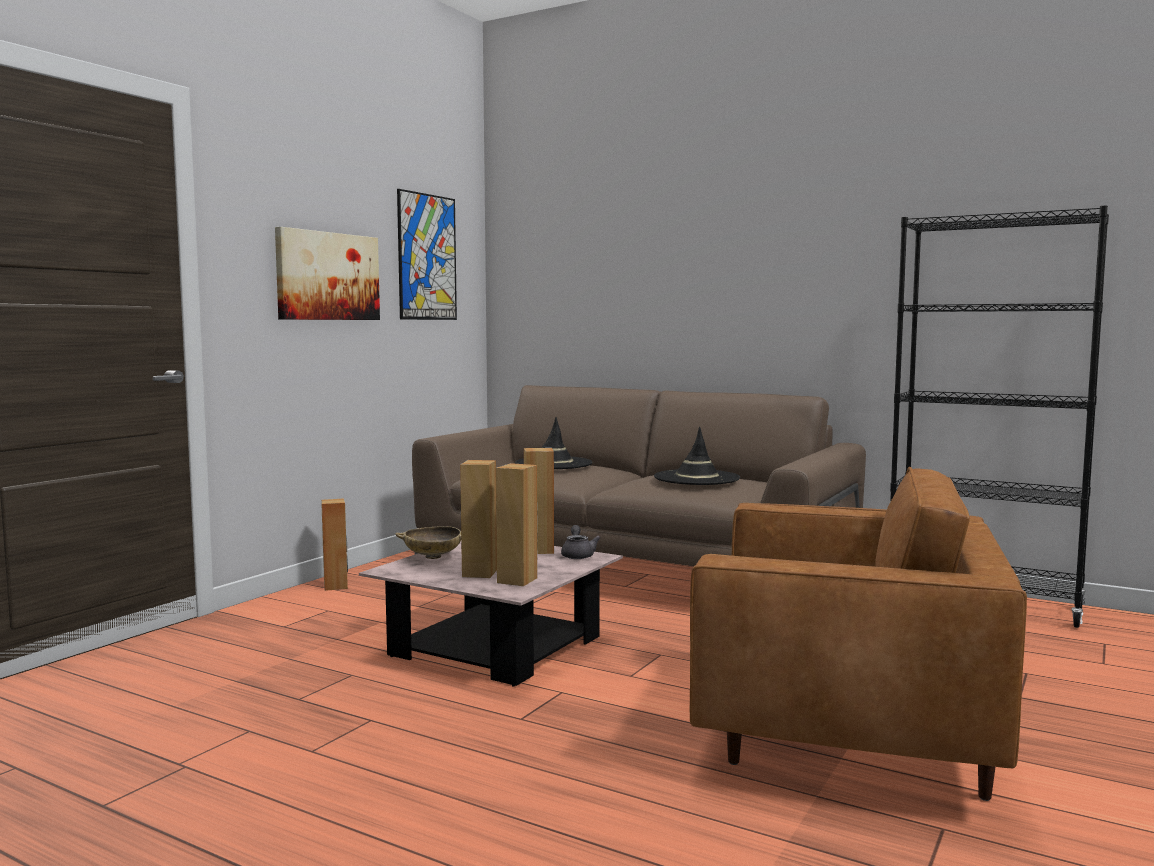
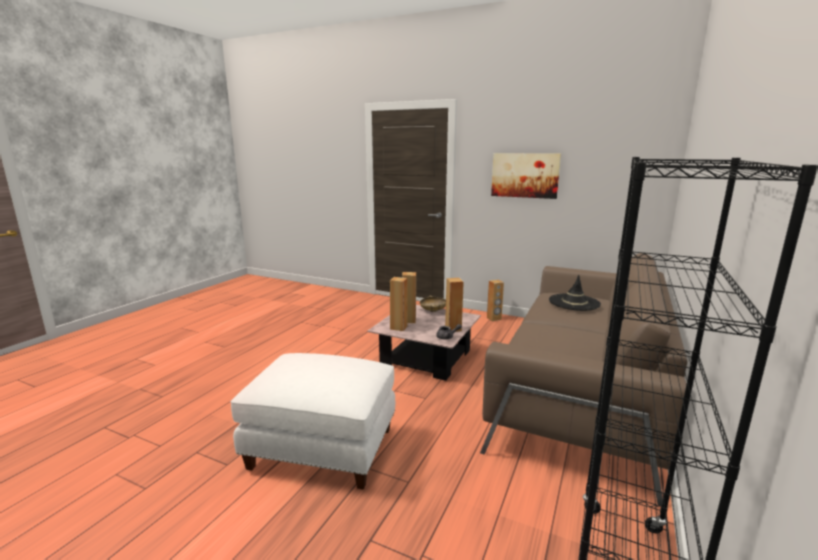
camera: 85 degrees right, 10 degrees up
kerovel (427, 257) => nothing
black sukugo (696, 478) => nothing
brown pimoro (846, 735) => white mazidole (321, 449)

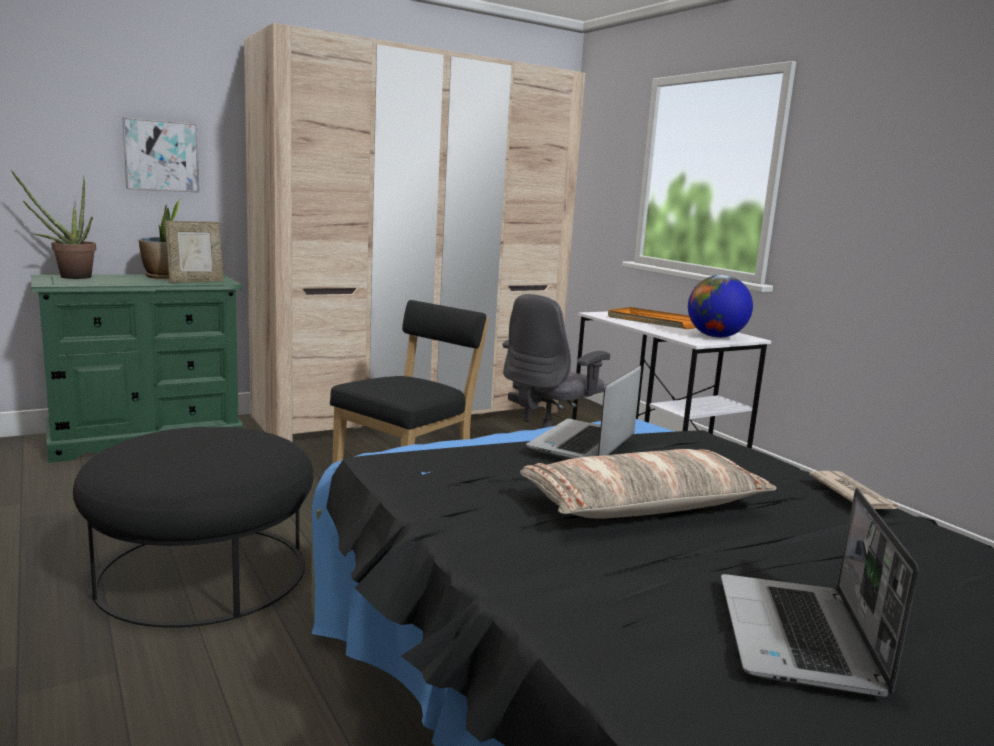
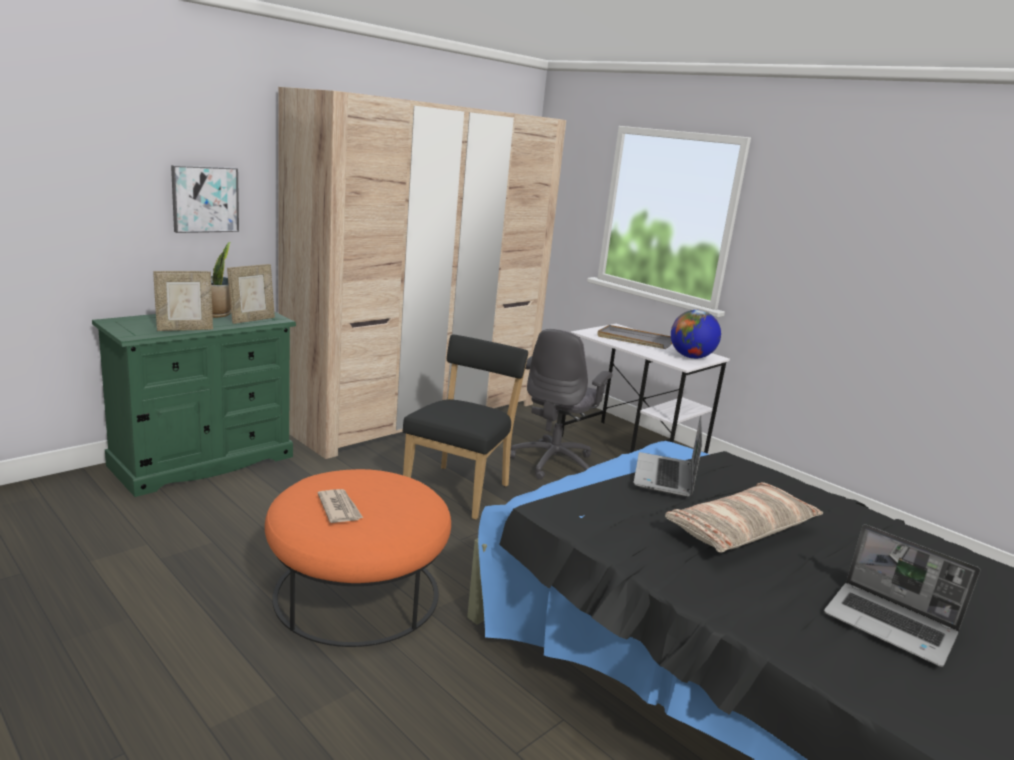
camera: 15 degrees left, 5 degrees up
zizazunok (68, 277) => nothing
nothing => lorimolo (185, 329)
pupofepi (852, 494) => pupofepi (339, 508), relocated
black mazidole (203, 571) => orange mazidole (357, 592)
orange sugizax (654, 321) => grey sugizax (634, 340)
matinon (800, 637) => matinon (891, 625), 45 degrees counterclockwise

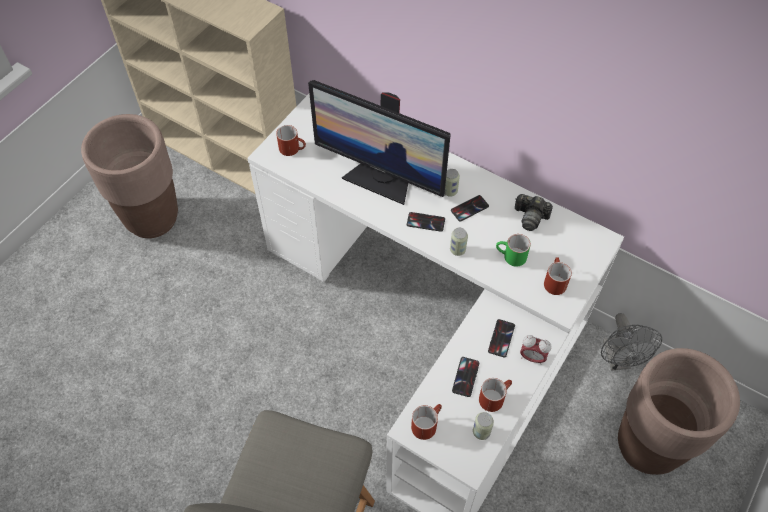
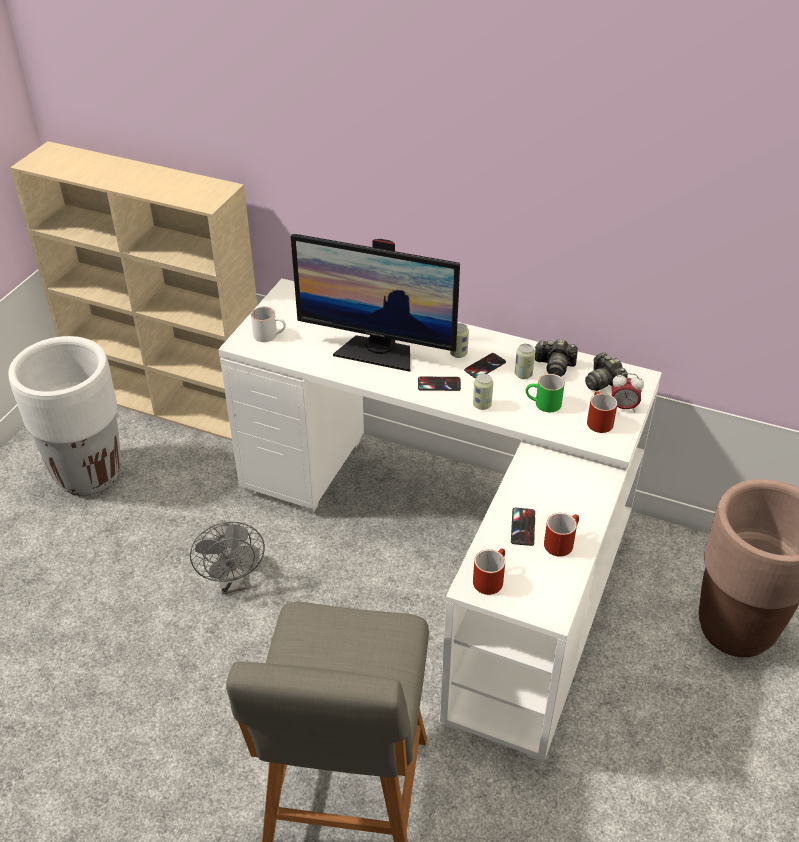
camera: 10 degrees left, 15 degrees down
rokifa (501, 338) => nothing
nothing => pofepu (603, 382)
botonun (481, 432) => botonun (523, 374), relocated
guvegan (532, 357) => guvegan (623, 407), relocated
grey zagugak (618, 360) => grey zagugak (233, 582), relocated
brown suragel (152, 219) => white suragel (88, 474)
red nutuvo (293, 149) => white nutuvo (270, 335)

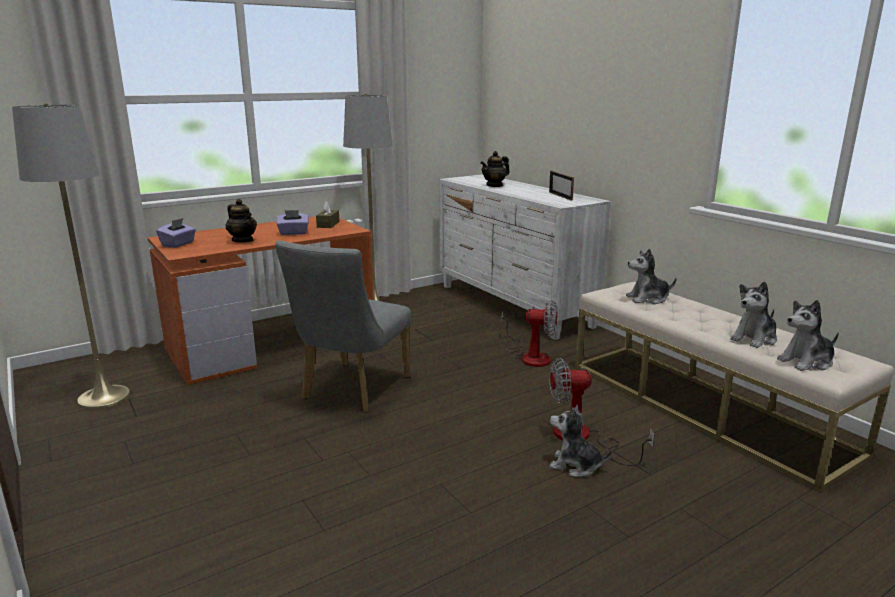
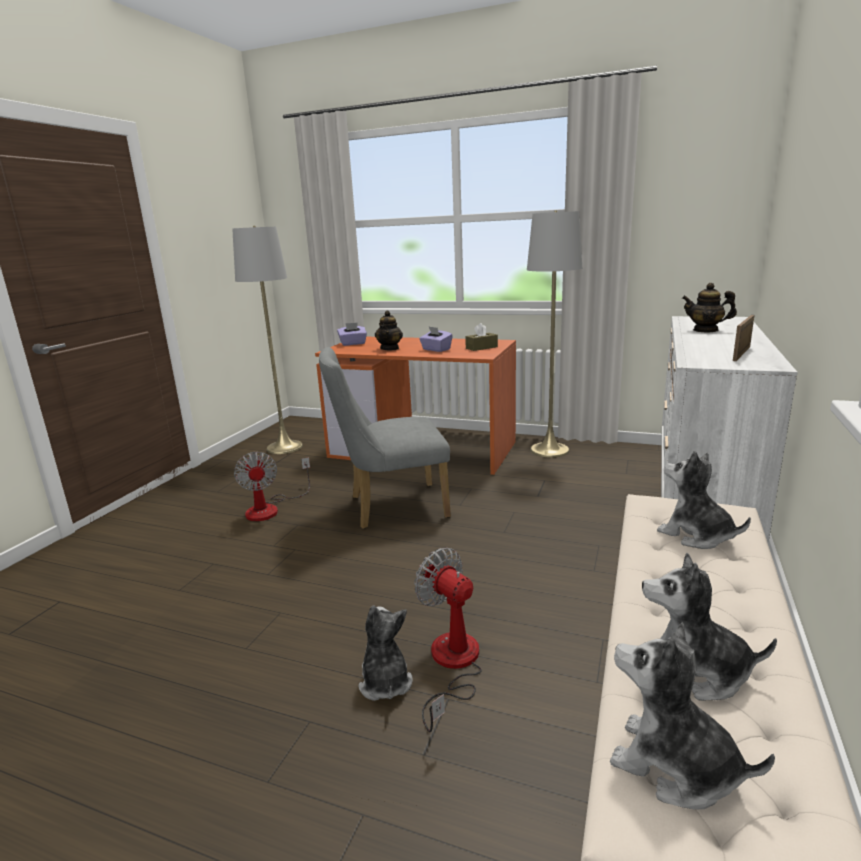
camera: 55 degrees right, 0 degrees up
zagugak (530, 356) => zagugak (270, 508), relocated

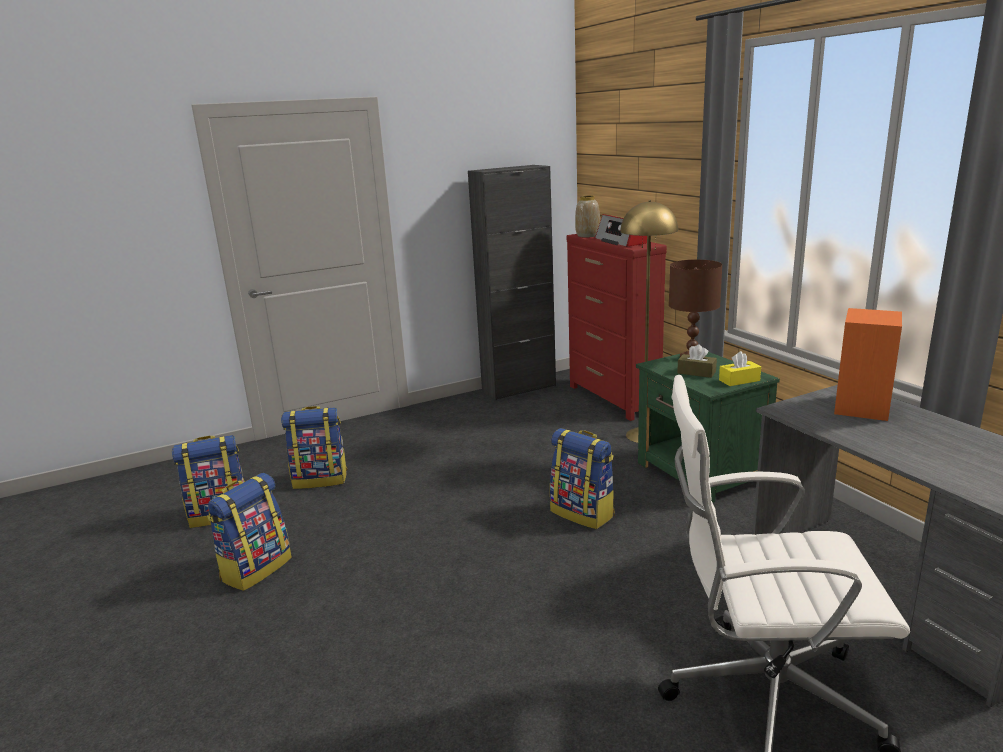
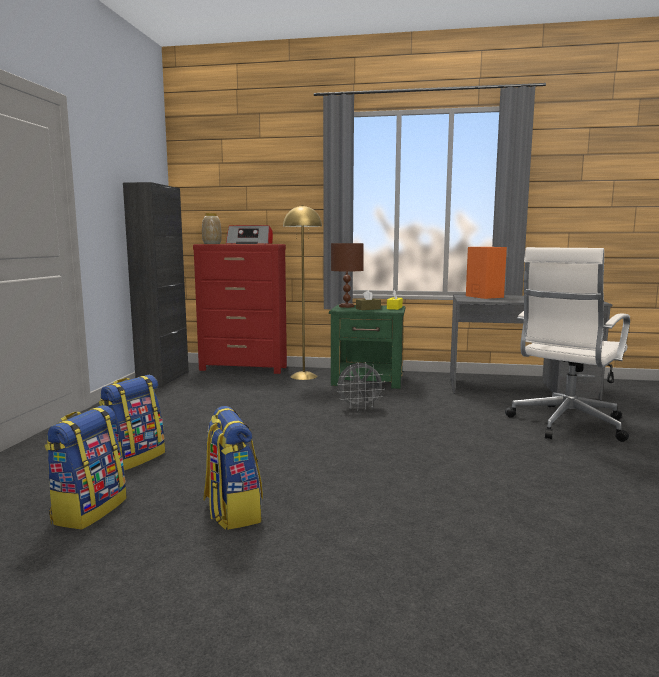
camera: 55 degrees left, 10 degrees down
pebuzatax (583, 513) => grey zagugak (359, 408)

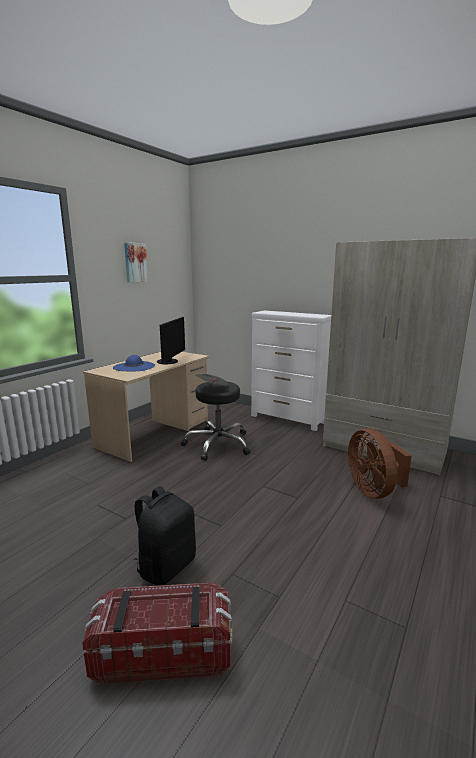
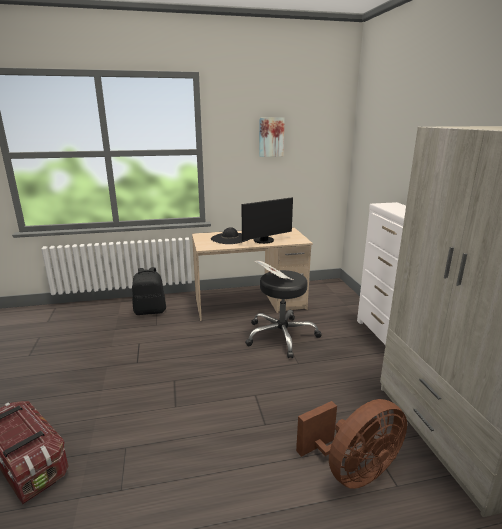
camera: 45 degrees right, 5 degrees up
black pebuzatax (166, 566) => black pebuzatax (150, 311), relocated
blue sukugo (134, 366) => black sukugo (230, 238)
brown zagugak (374, 490) => brown zagugak (352, 470), 150 degrees counterclockwise

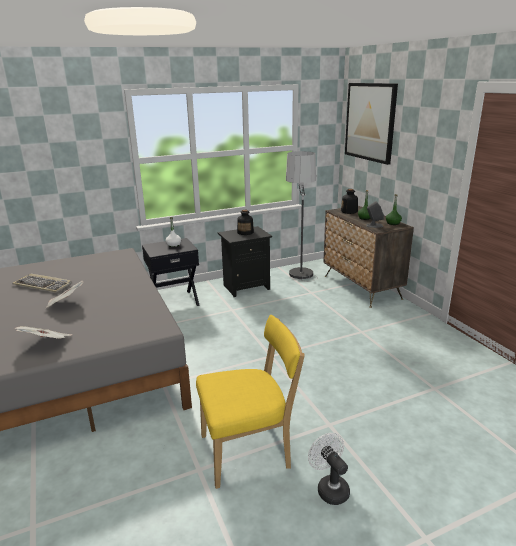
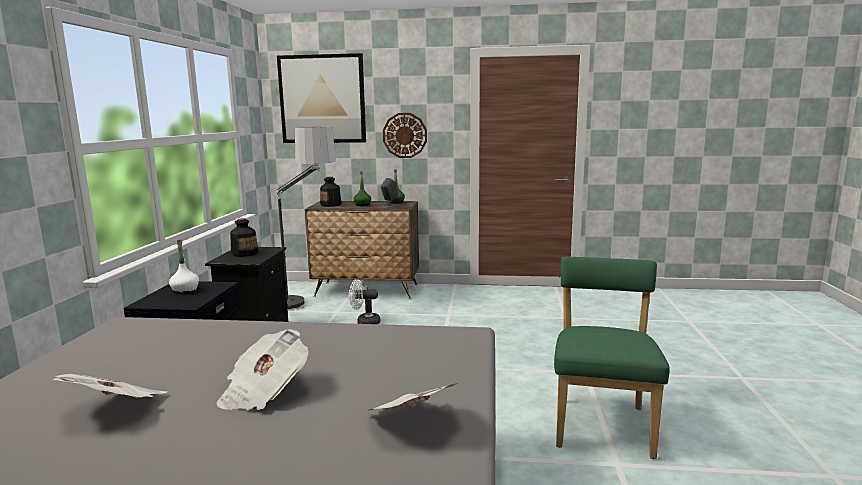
camera: 60 degrees left, 10 degrees down
nothing => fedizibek (405, 135)
white zagugak (329, 488) => white zagugak (364, 322), relocated
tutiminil (43, 285) => pupofepi (117, 408)
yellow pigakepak (249, 451) => green pigakepak (602, 423)

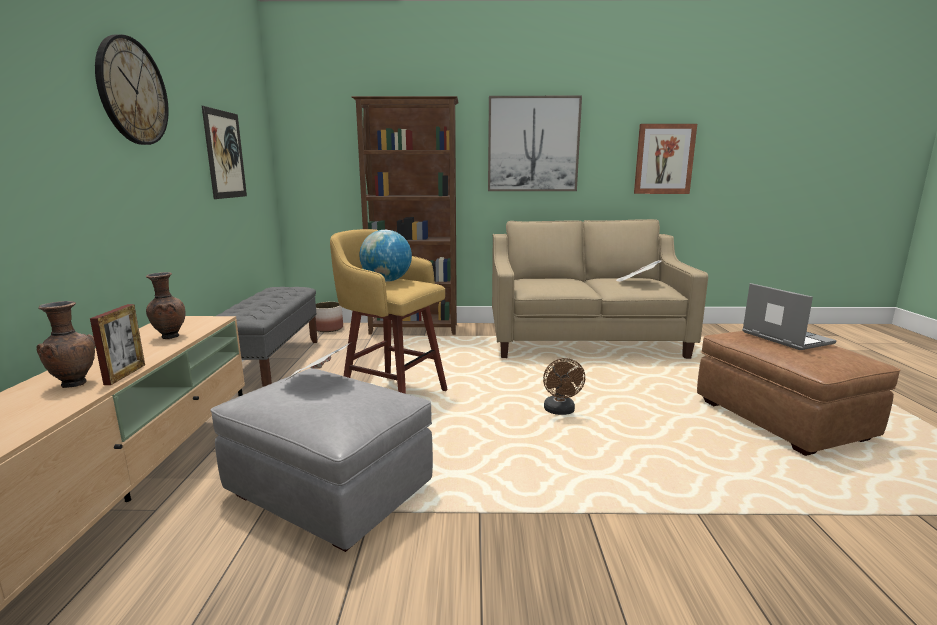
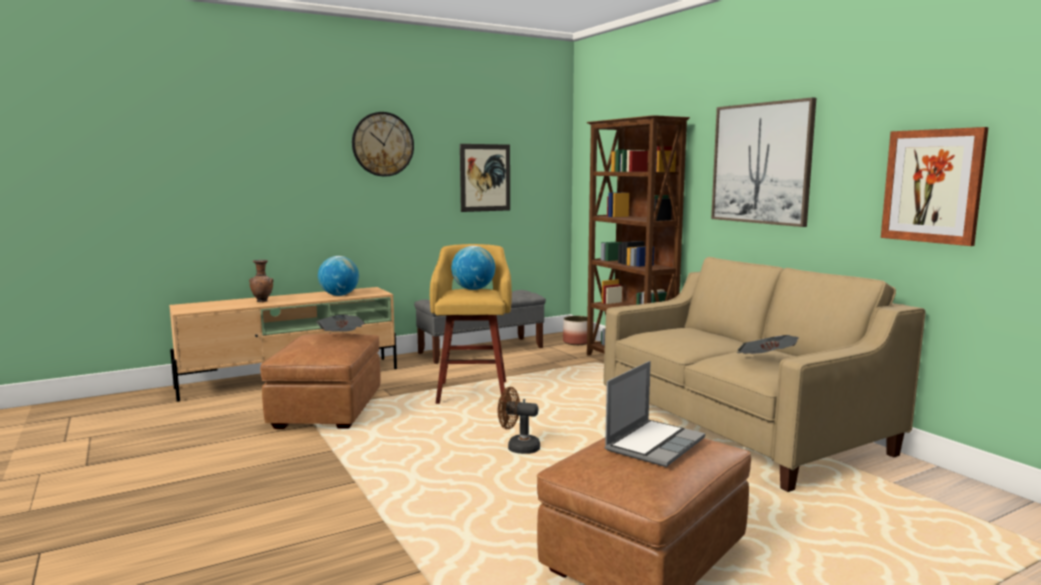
camera: 60 degrees right, 5 degrees down
lorimolo (125, 374) => nothing
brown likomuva (169, 337) => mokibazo (339, 295)
grey mazidole (330, 492) => brown mazidole (327, 410)
brown zagugak (560, 411) => brown zagugak (518, 448), 45 degrees clockwise

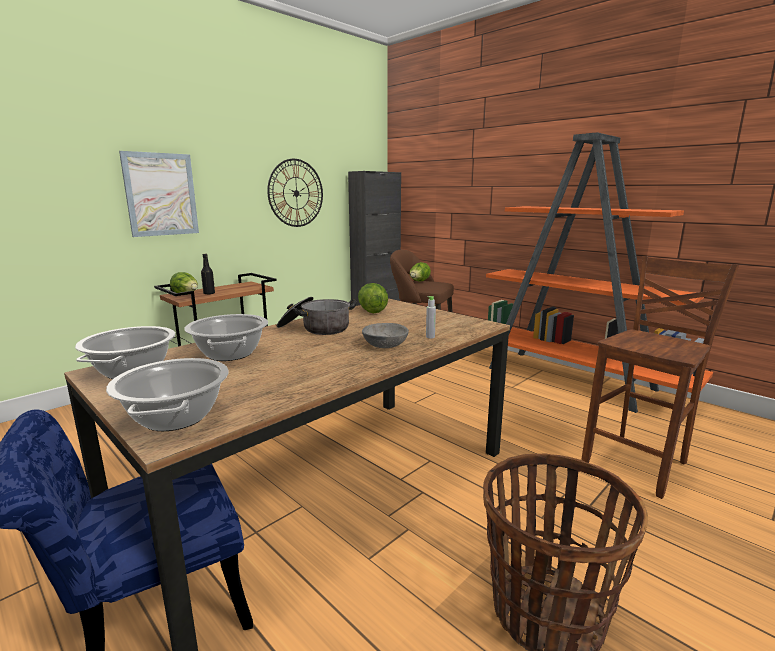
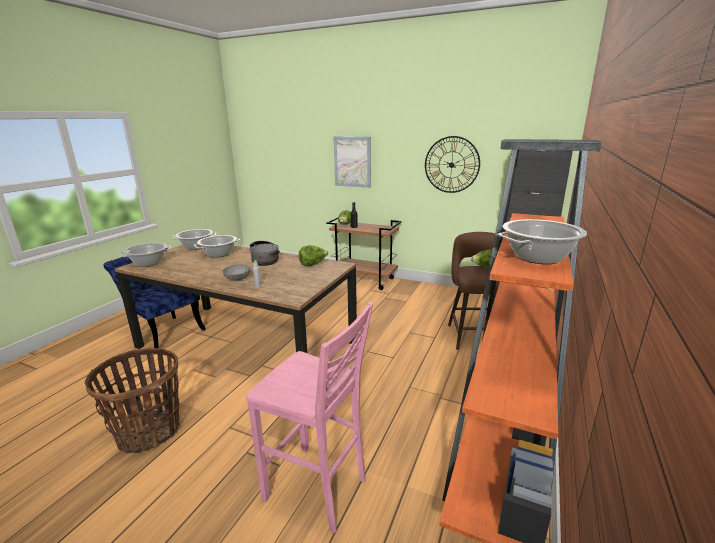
camera: 70 degrees right, 5 degrees up
nothing => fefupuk (538, 257)
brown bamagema (638, 464) => pink bamagema (318, 489)

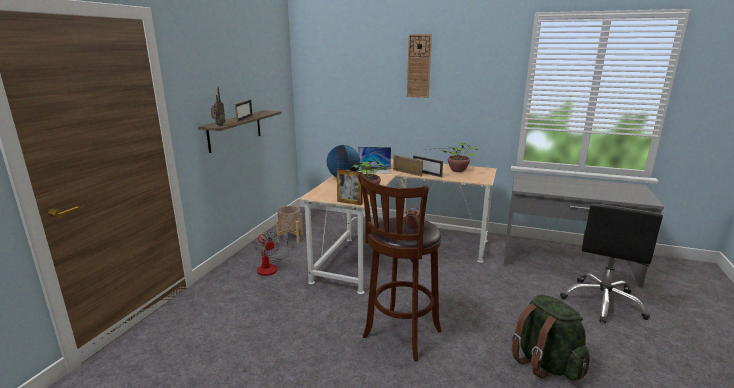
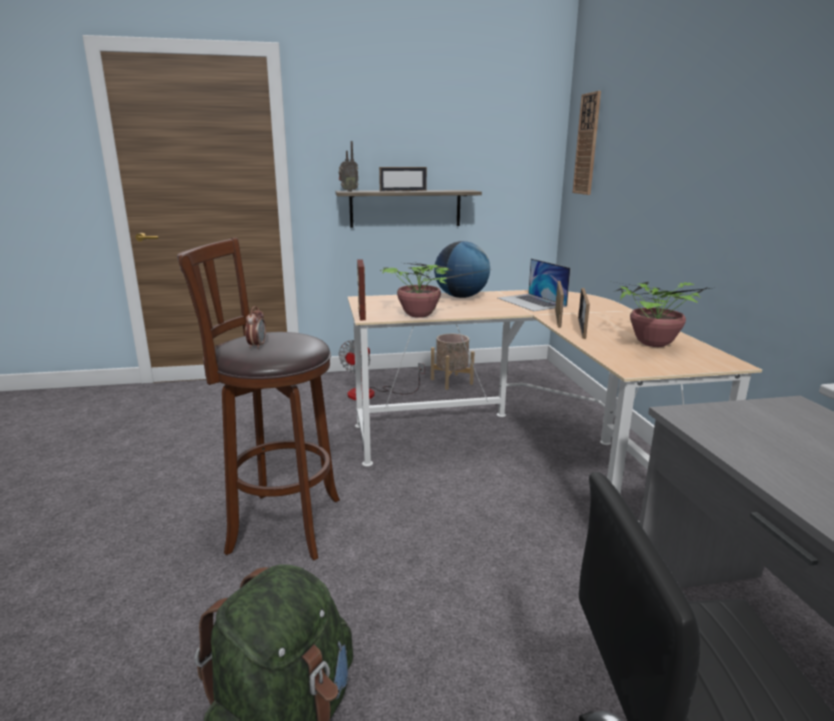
camera: 60 degrees right, 0 degrees up
fedizibek (419, 66) => fedizibek (587, 144), relocated

